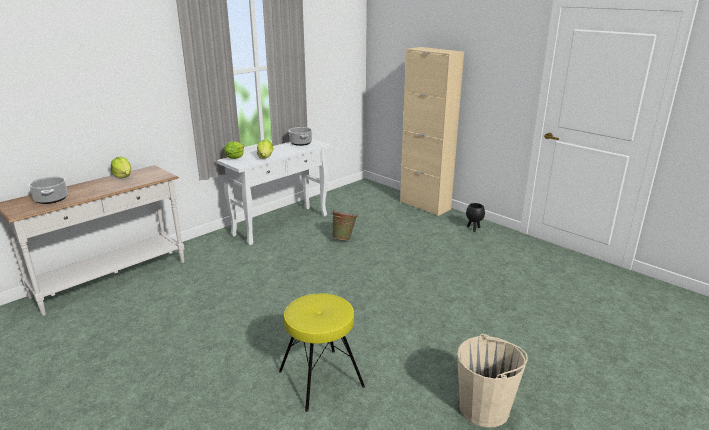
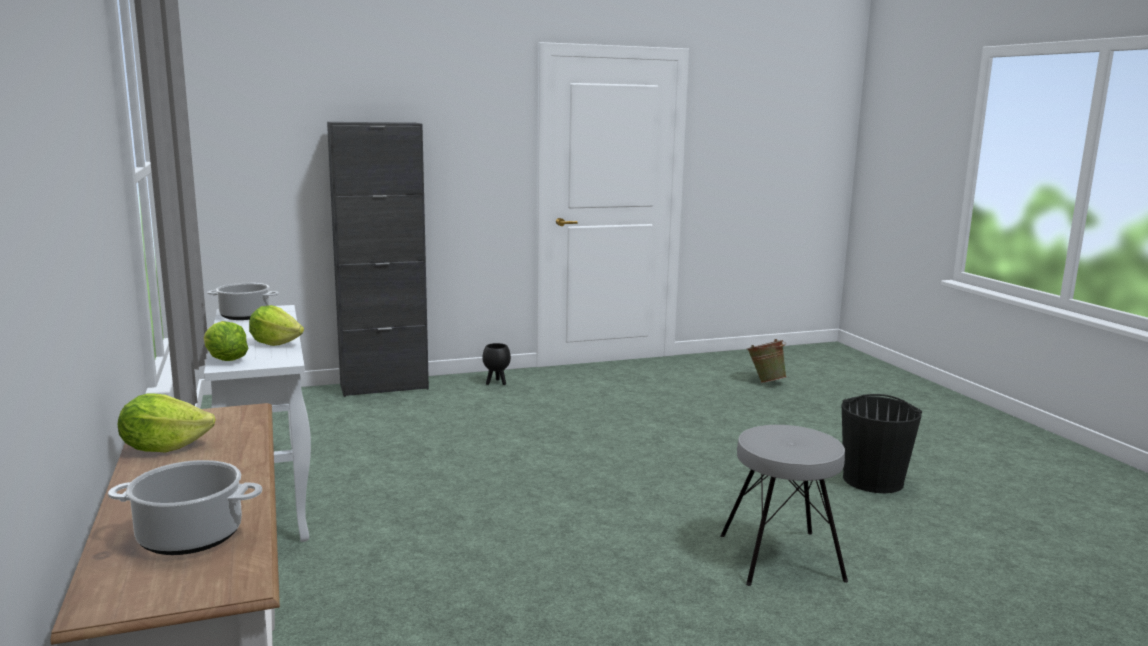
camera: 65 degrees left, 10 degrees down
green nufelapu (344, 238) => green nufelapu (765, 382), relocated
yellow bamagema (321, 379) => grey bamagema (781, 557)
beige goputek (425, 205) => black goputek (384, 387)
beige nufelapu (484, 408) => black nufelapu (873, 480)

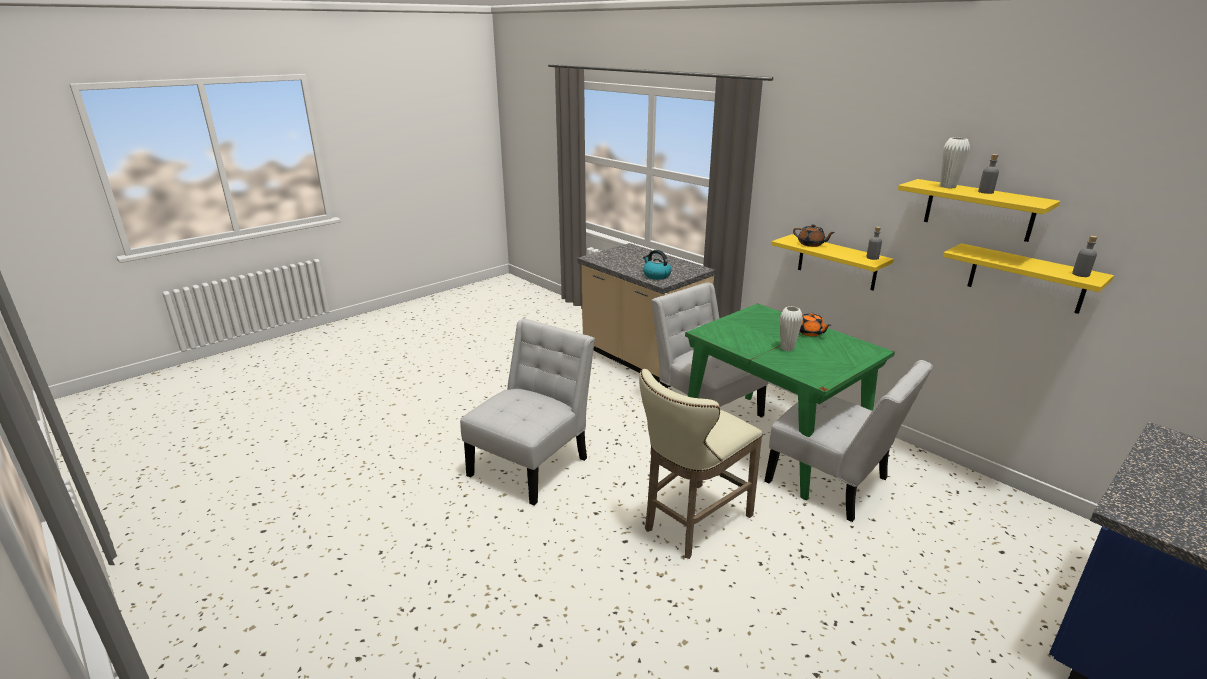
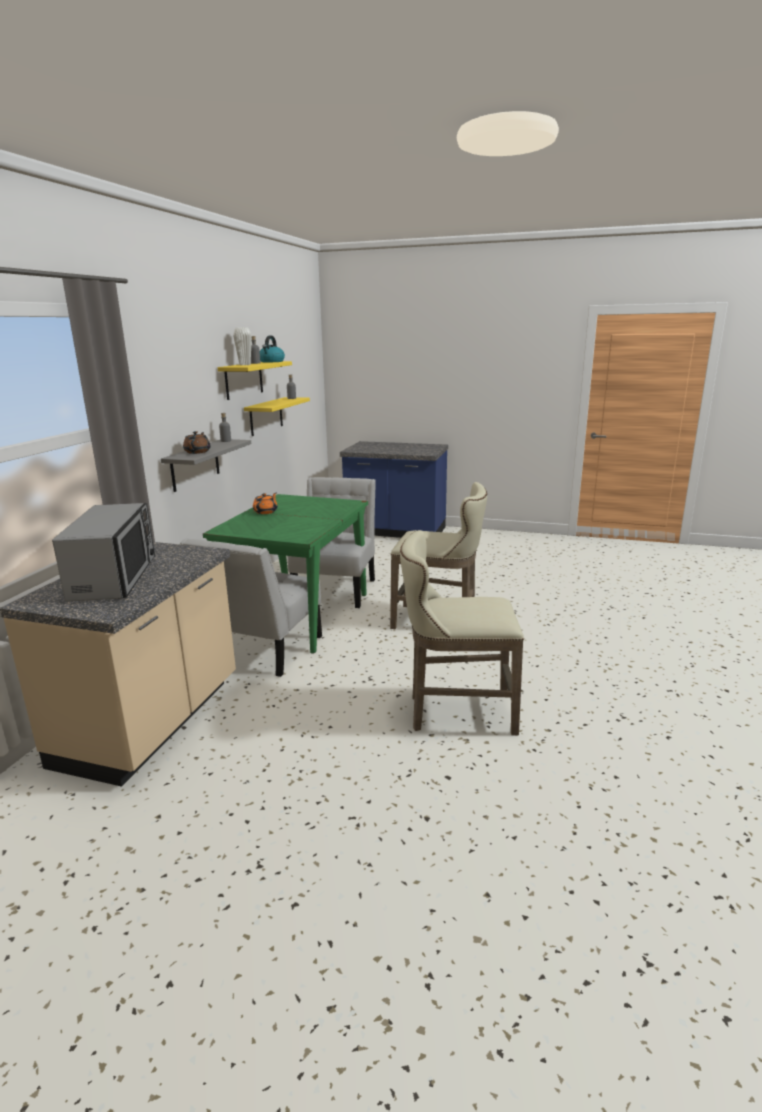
camera: 120 degrees left, 5 degrees down
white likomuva (787, 348) => nothing
nothing => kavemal (115, 578)
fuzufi (656, 275) => fuzufi (271, 361), relocated
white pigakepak (533, 463) => beige bamagema (455, 712)
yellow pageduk (837, 262) => grey pageduk (195, 465)

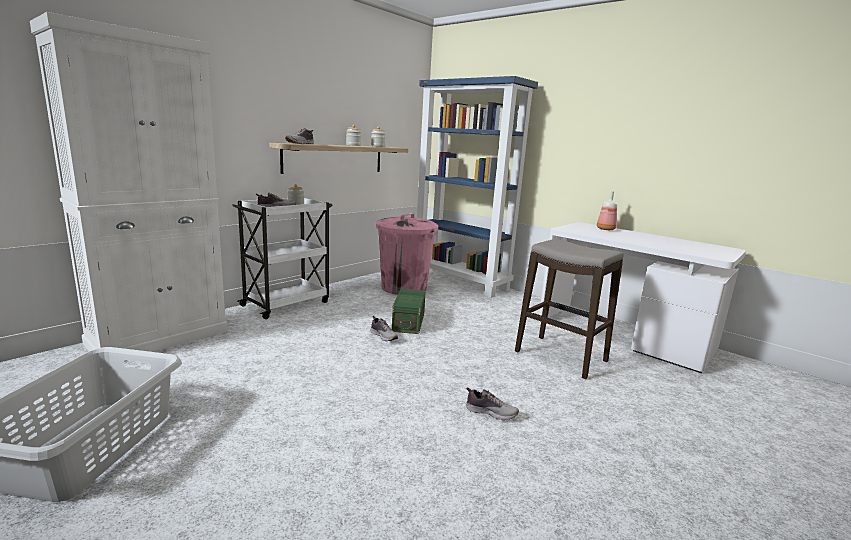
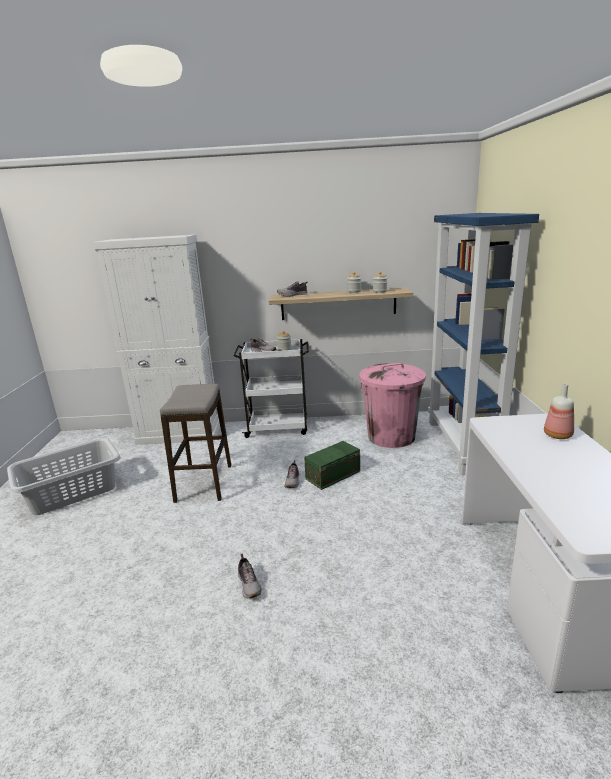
camera: 50 degrees right, 5 degrees up
bamagema (560, 357) => bamagema (204, 483), relocated

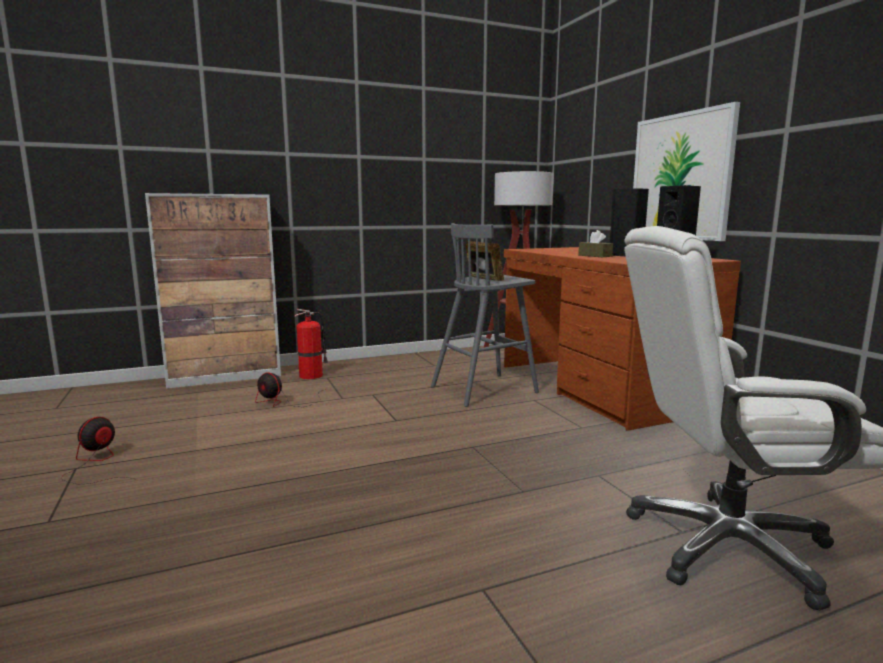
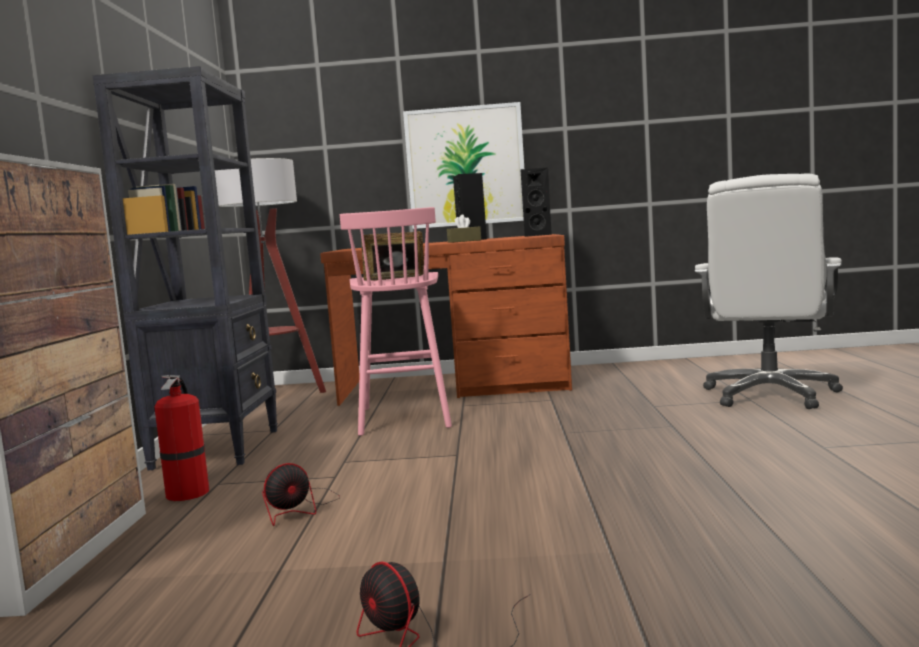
camera: 65 degrees left, 5 degrees down
nothing => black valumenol (217, 448)
grey bamagema (485, 389) => pink bamagema (405, 417)

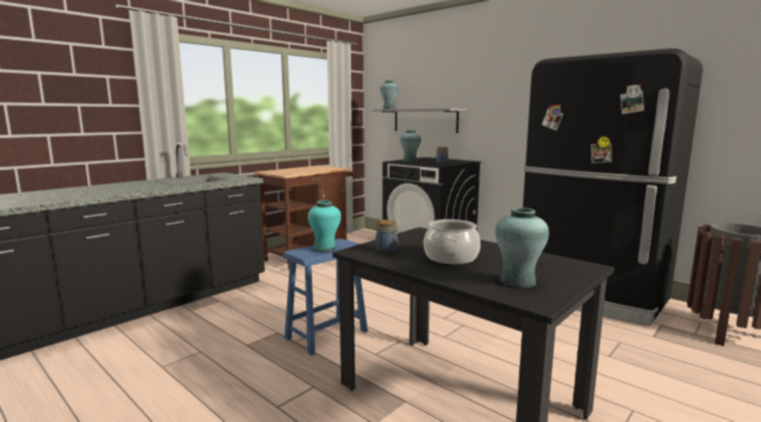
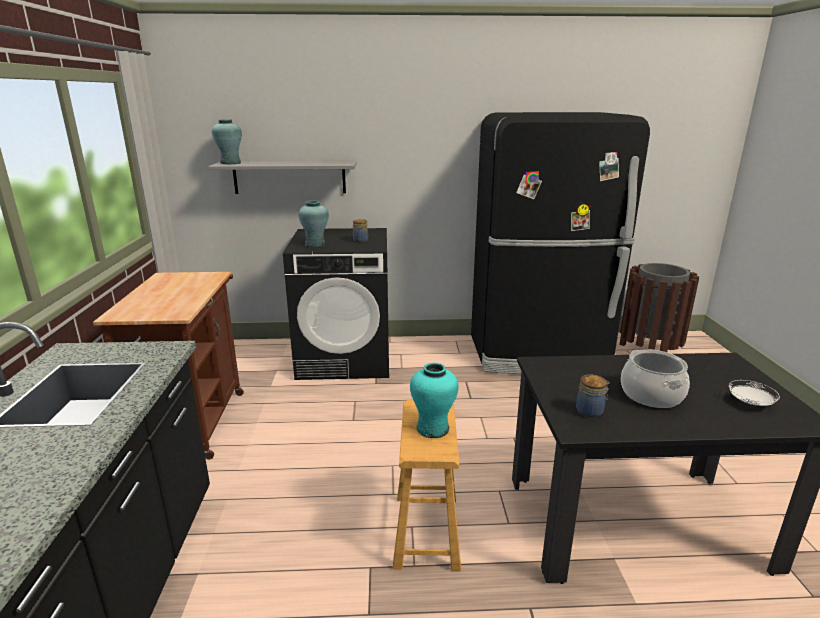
camera: 45 degrees left, 10 degrees up
turquoise likomuva (517, 281) => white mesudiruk (750, 403)
blue bamagema (326, 334) => brown bamagema (426, 531)

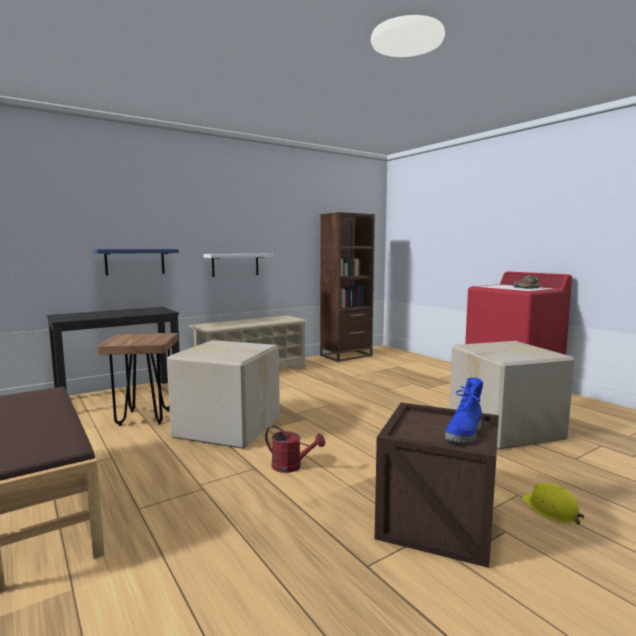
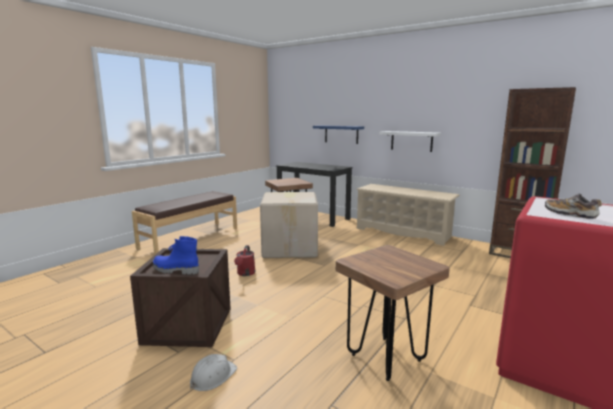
camera: 70 degrees right, 5 degrees up
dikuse (506, 429) => brown bamagema (385, 358)
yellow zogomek (551, 509) => white zogomek (212, 376)

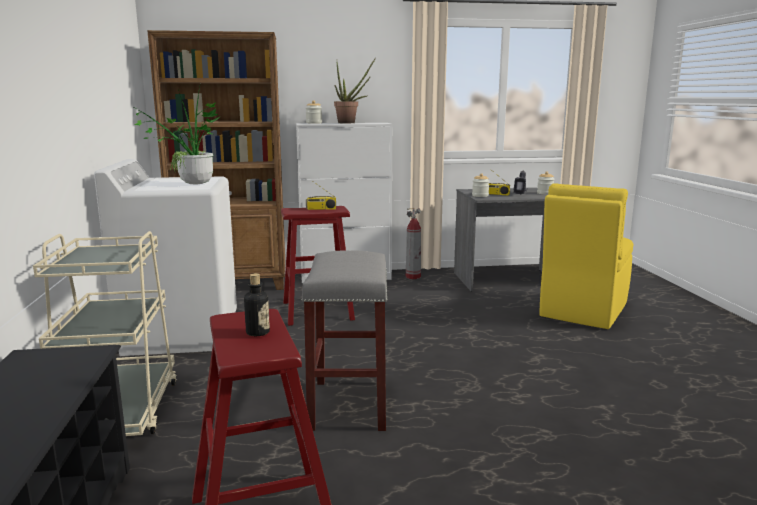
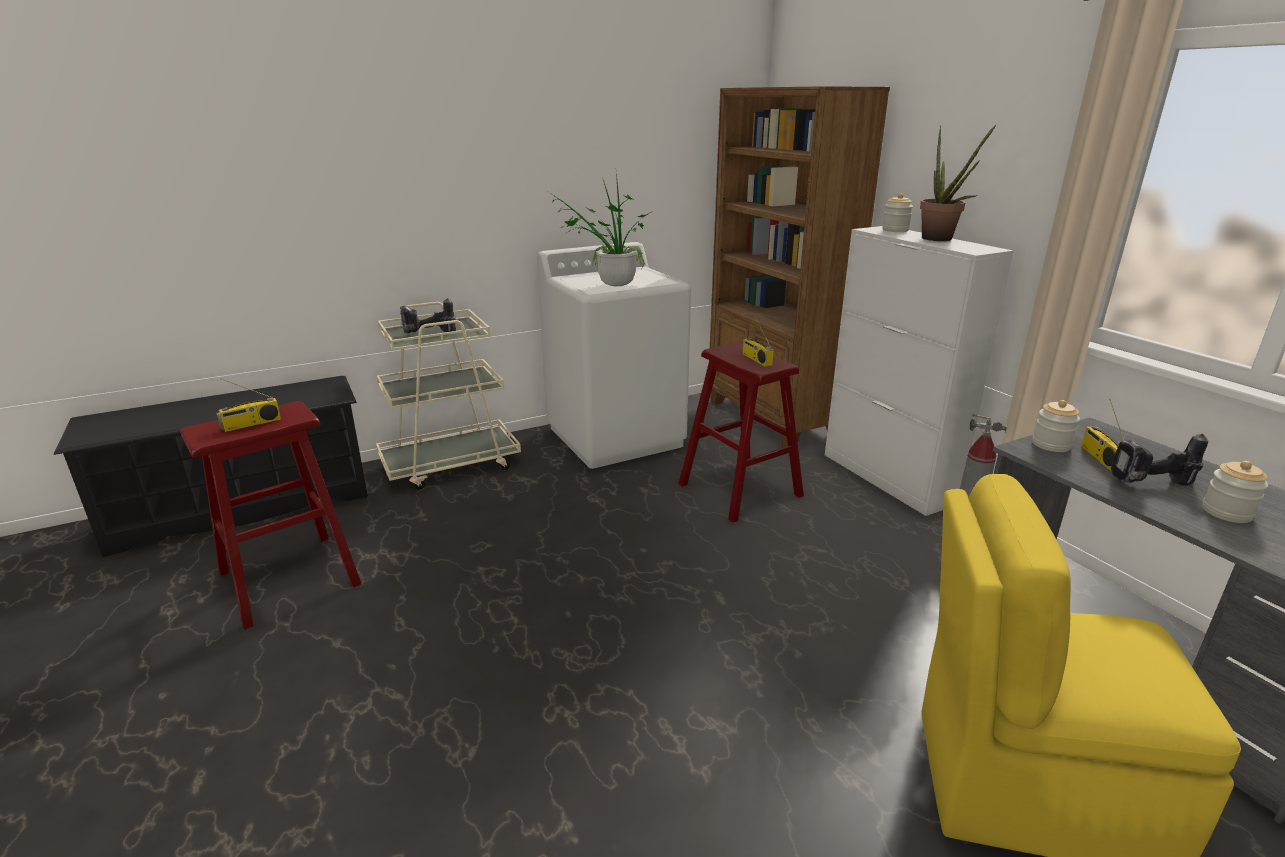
camera: 70 degrees right, 10 degrees up
grey bamagema (348, 404) => nothing
nothing => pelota (428, 334)
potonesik (258, 332) => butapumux (251, 424)

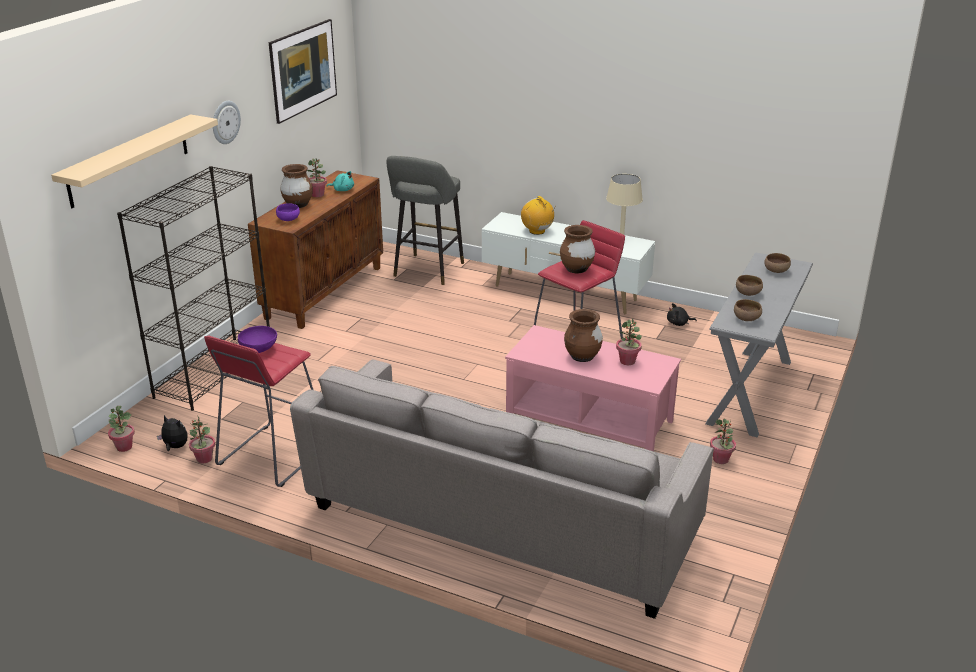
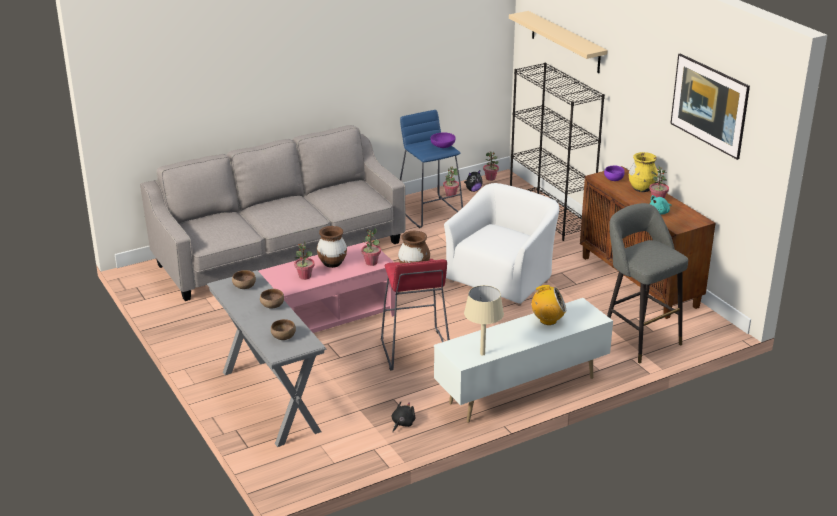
camera: 125 degrees right, 0 degrees up
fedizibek (225, 122) => nothing
nothing => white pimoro (502, 278)
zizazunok (721, 459) => zizazunok (371, 262), relocated
red bamagema (271, 455) => blue bamagema (430, 212)
brown likomuva (298, 205) => yellow likomuva (641, 189)

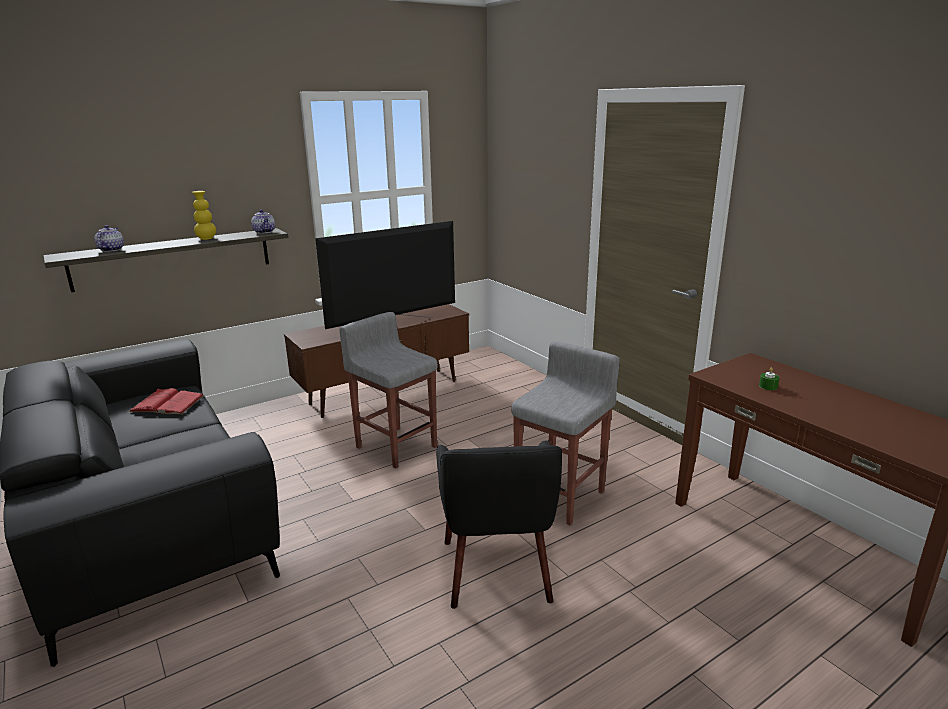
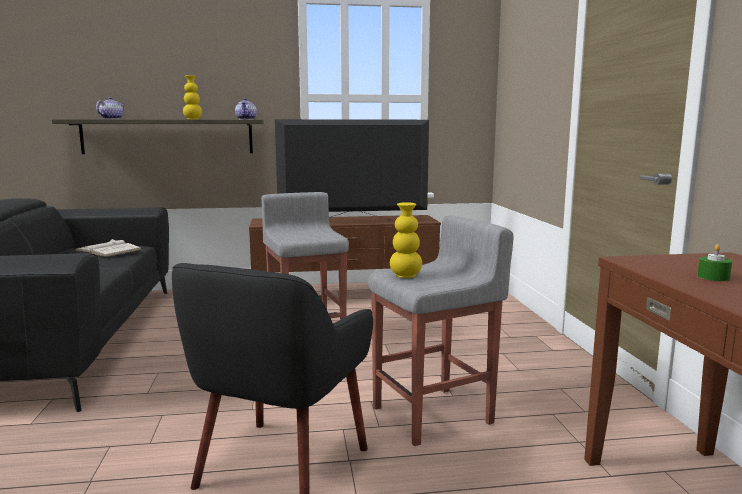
camera: 25 degrees right, 10 degrees down
nothing => yellow likomuva (405, 276)
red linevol (167, 403) => white linevol (108, 250)

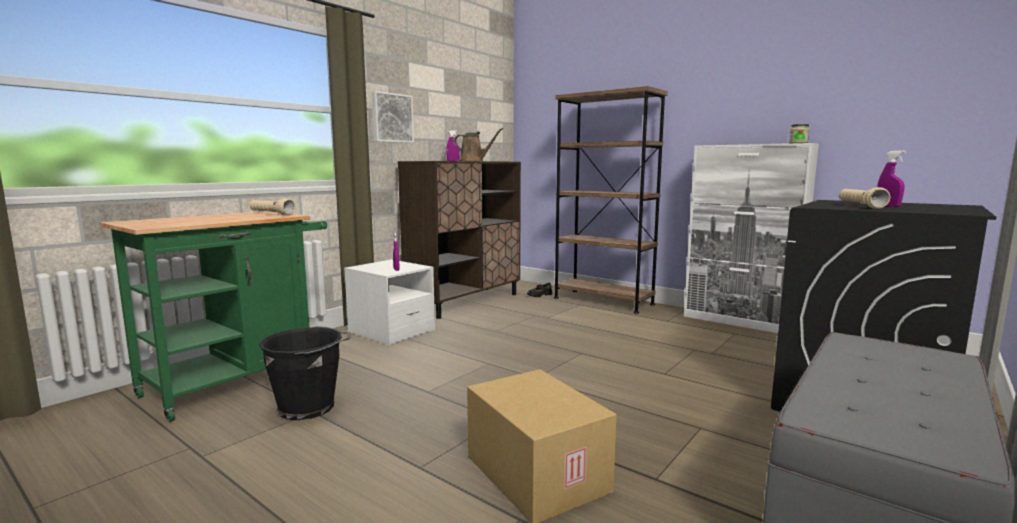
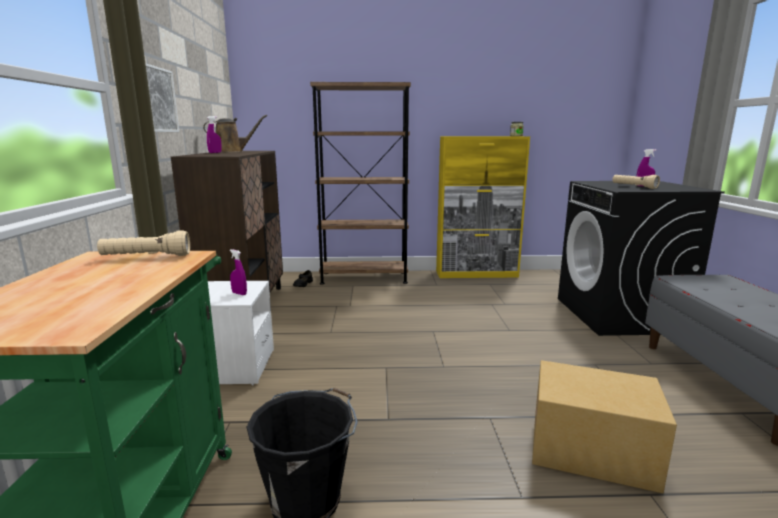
camera: 40 degrees left, 5 degrees up
white goputek (740, 322) => yellow goputek (477, 274)

